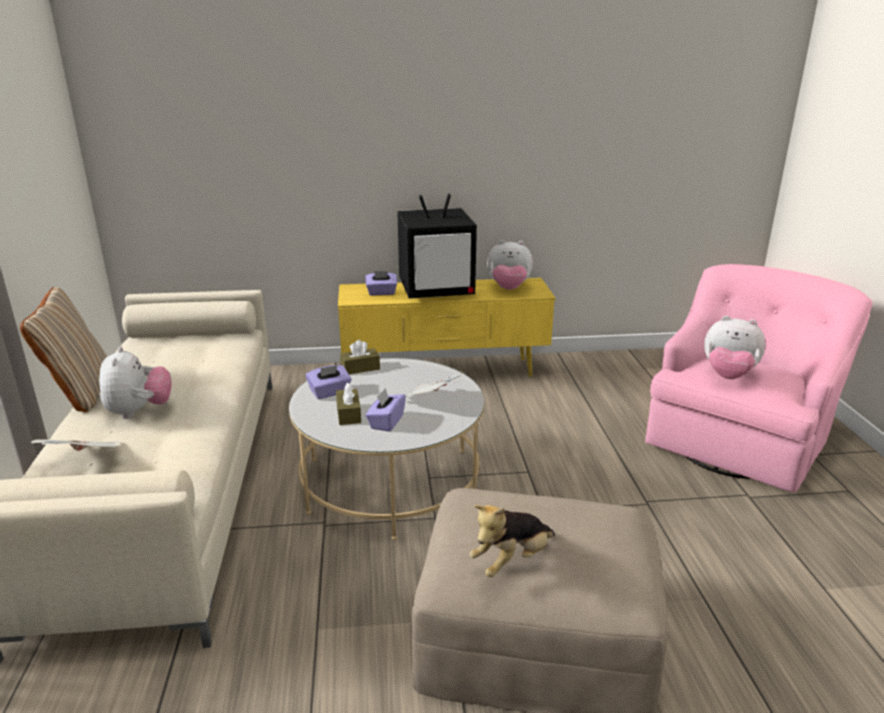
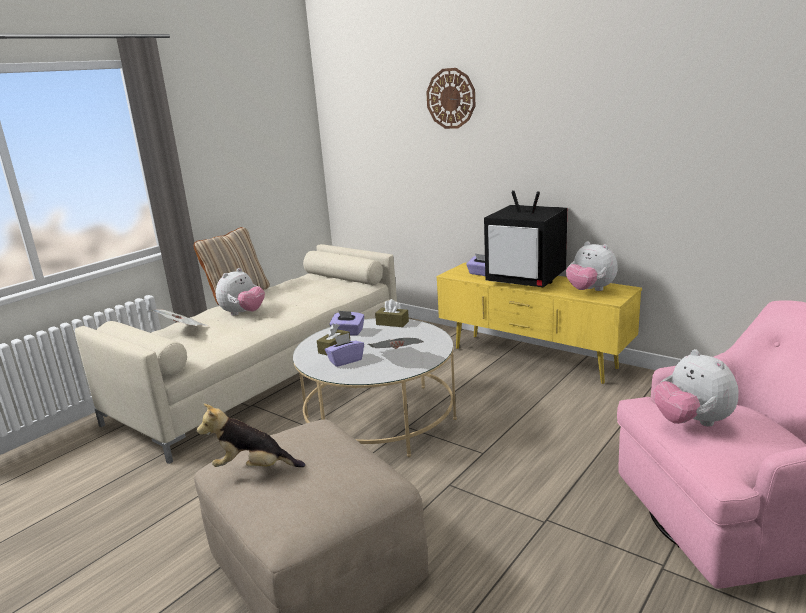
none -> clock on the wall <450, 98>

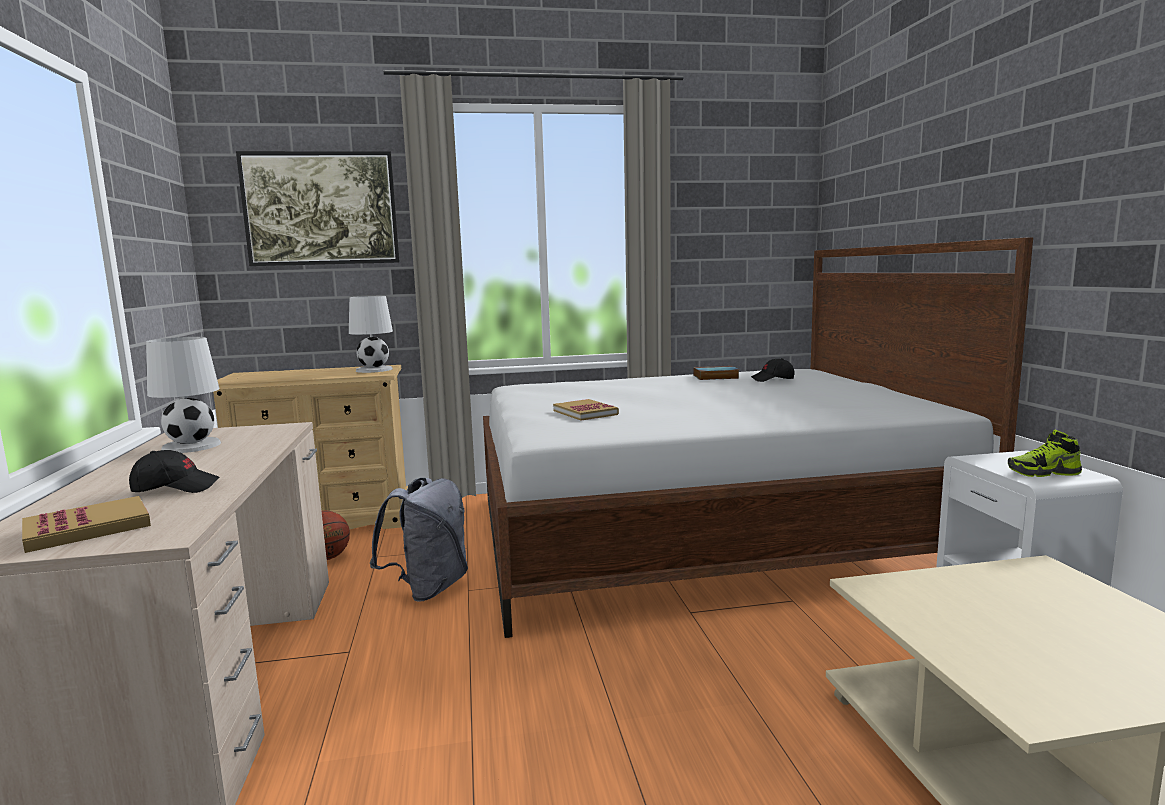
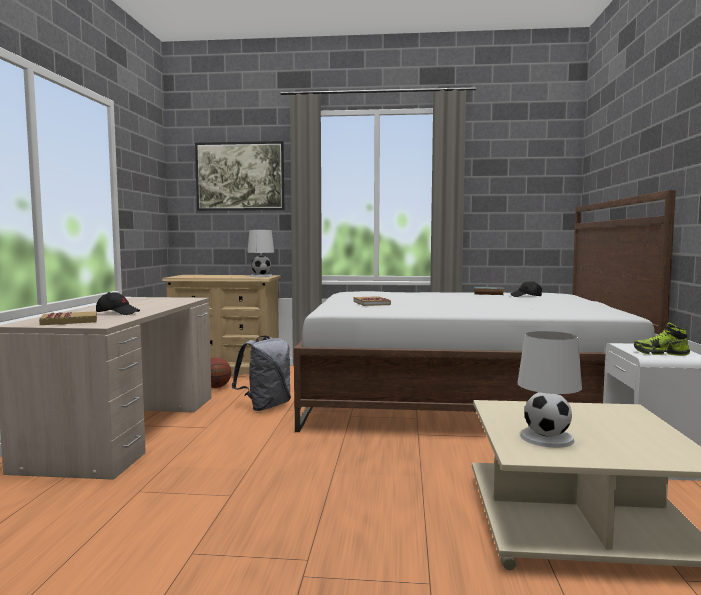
tabletop lamp (white-coloured) <183, 395> -> tabletop lamp (white-coloured) <550, 389>, shifted

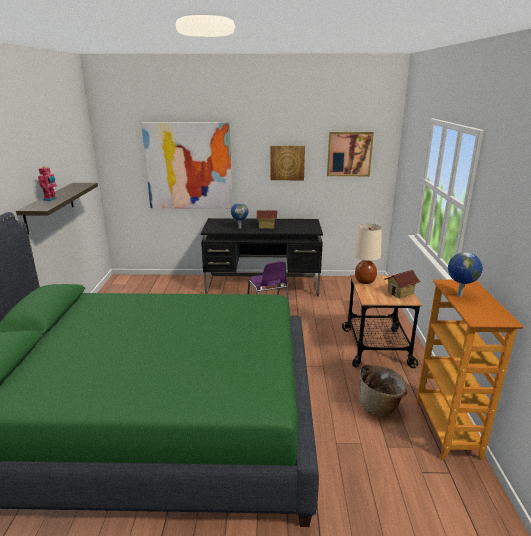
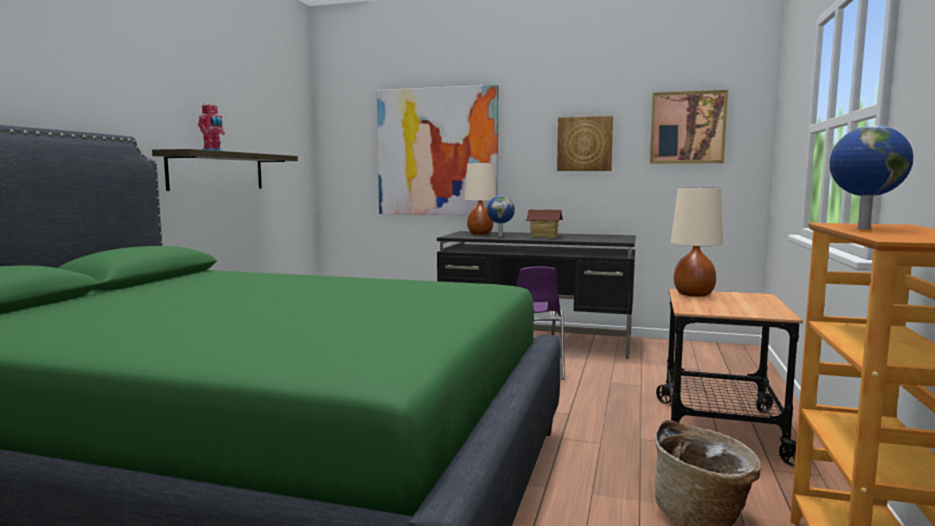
none -> tabletop lamp (sand-coloured) <480, 198>
miniature house <402, 284> -> none

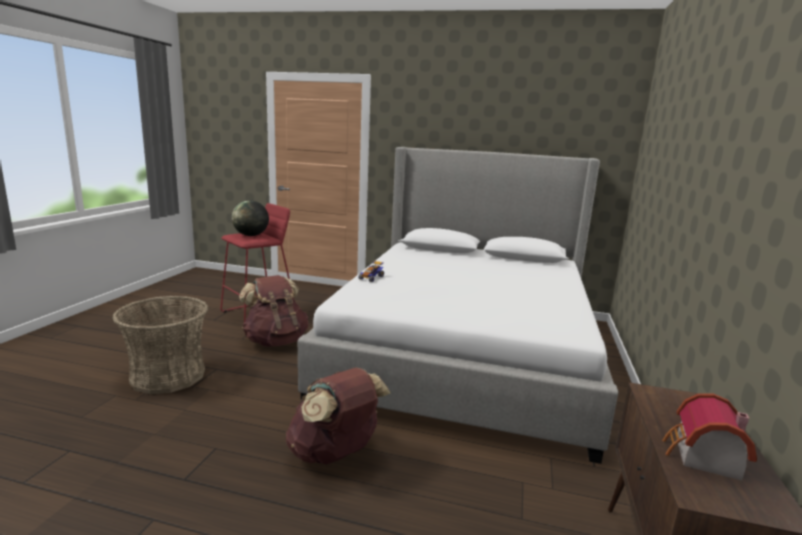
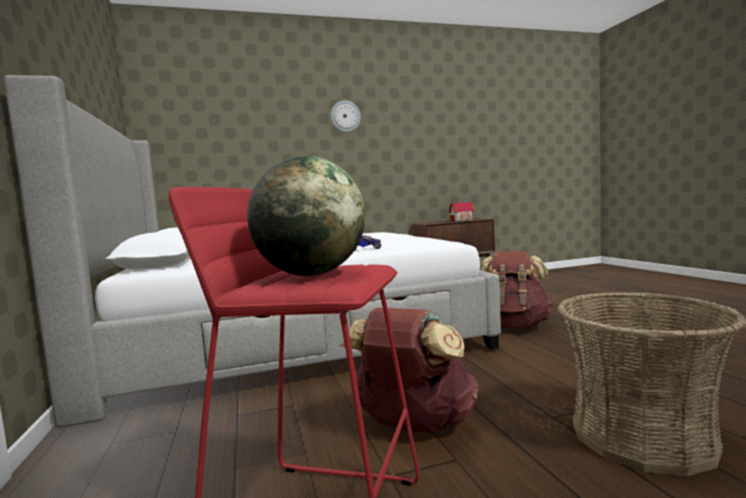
none -> clock on the wall <346, 116>

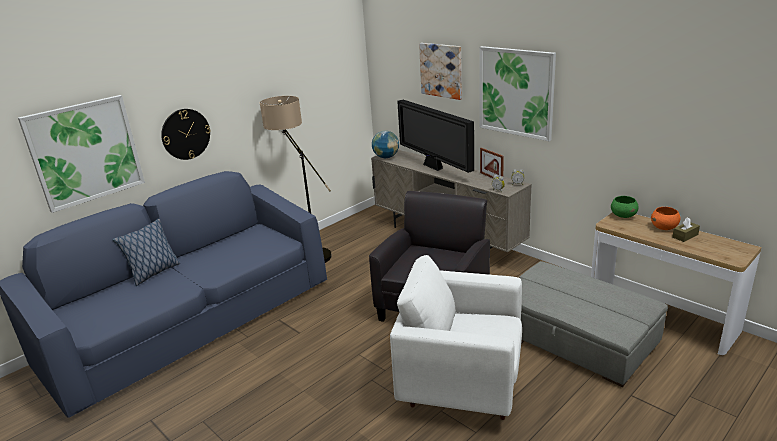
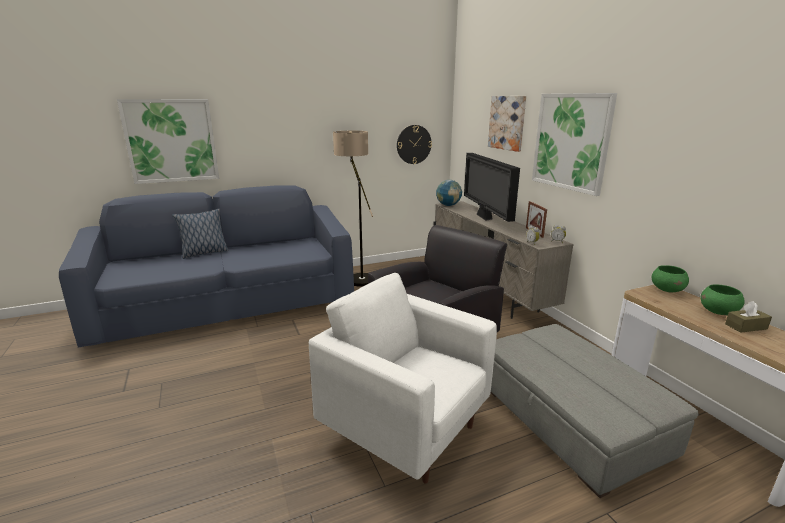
clock on the wall <186, 134> -> clock on the wall <414, 144>, shifted
serving bowl (orange) <666, 218> -> serving bowl (green) <722, 299>

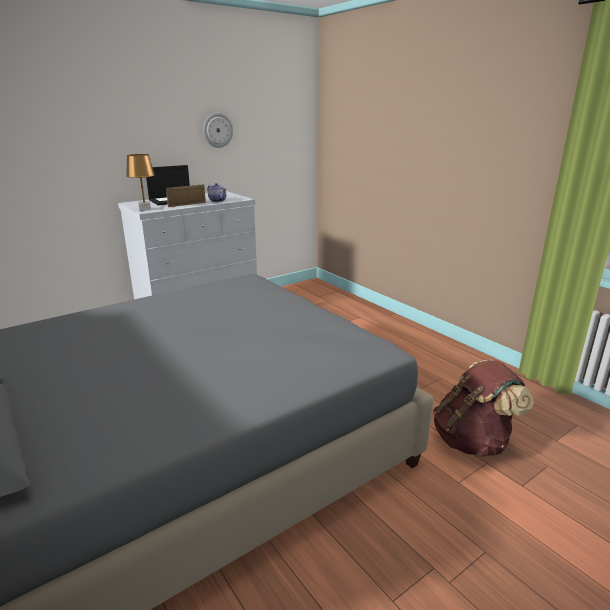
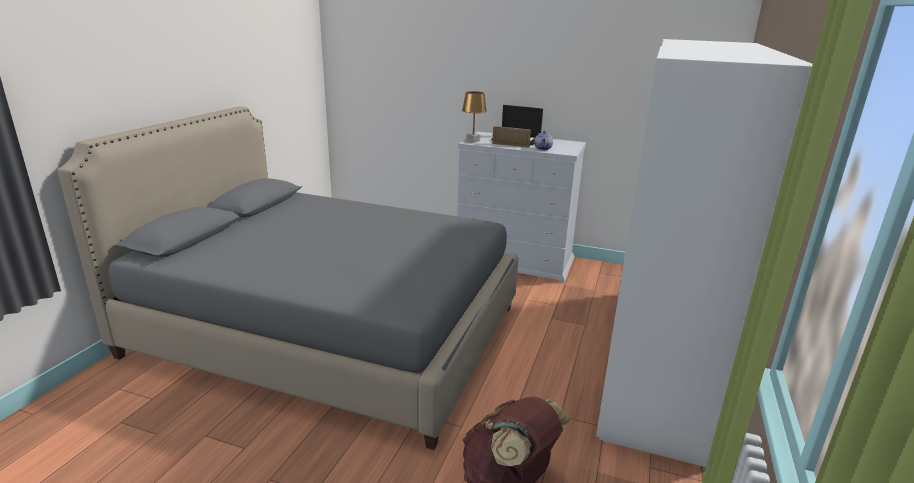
none -> wardrobe (white-coloured) <704, 253>
clock on the wall <218, 130> -> none

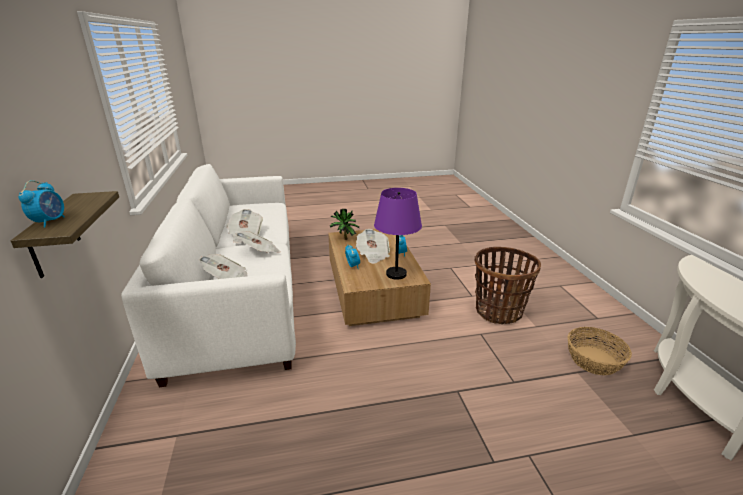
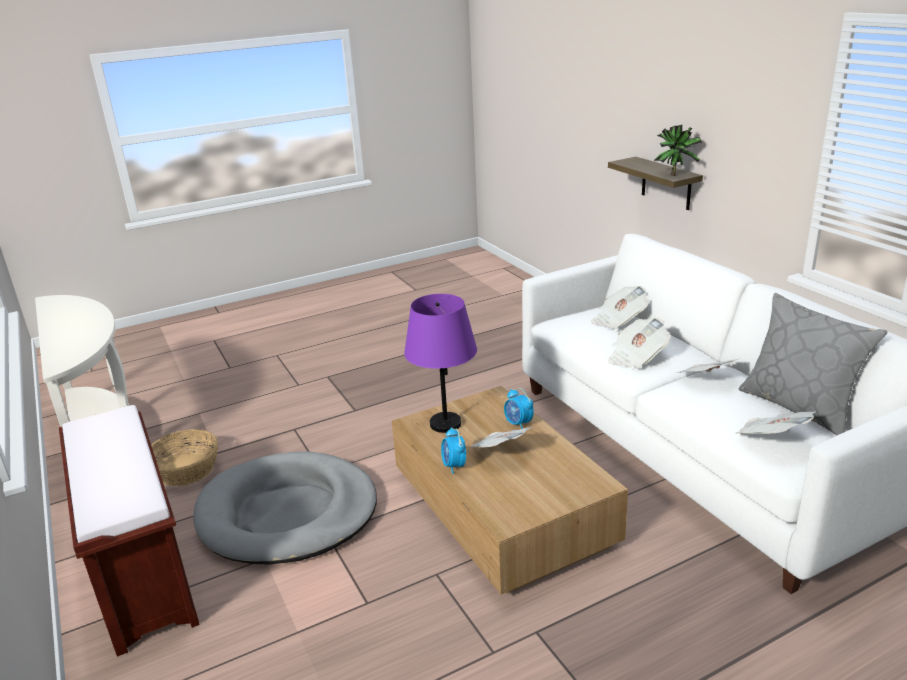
none -> bench (brown-coloured) <129, 531>
storage basket <507, 286> -> pet bed (gray) <285, 508>
potted plant <344, 224> -> potted plant <678, 150>, shifted
none -> printed paper <775, 423>
none -> pillow (gray) <813, 364>
table clock <42, 203> -> none

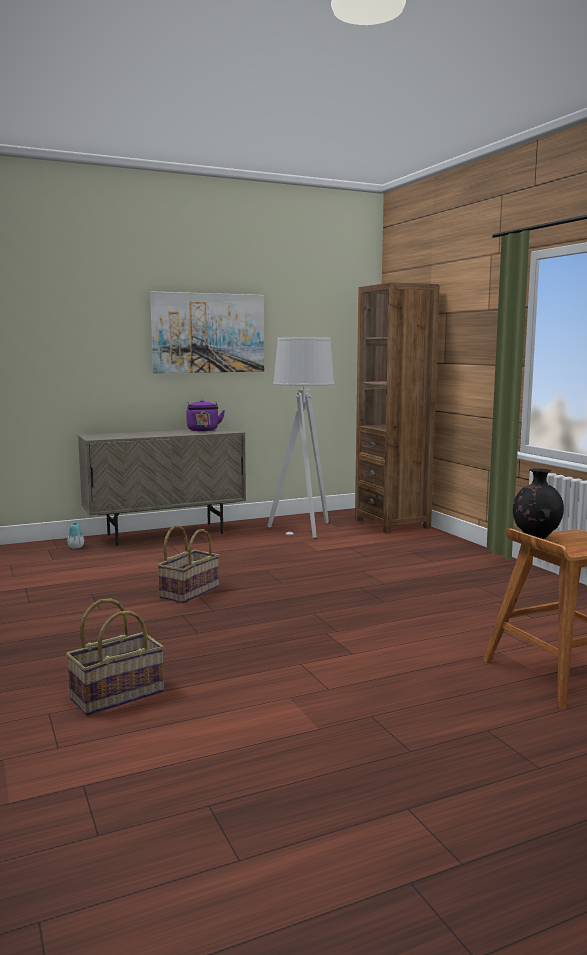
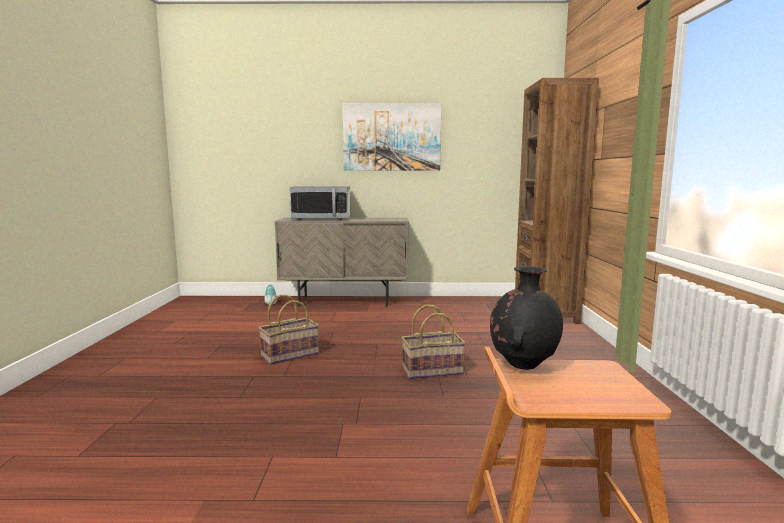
none -> kitchen microwave <319, 203>
storage basket <115, 657> -> storage basket <433, 342>, shifted
kettle (purple-coloured) <205, 415> -> none
standing lamp (gray) <300, 438> -> none

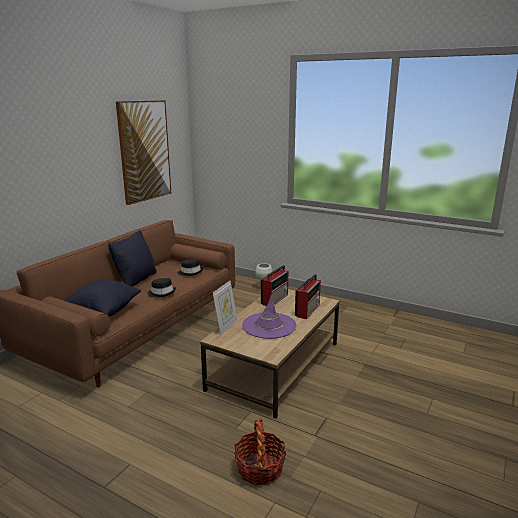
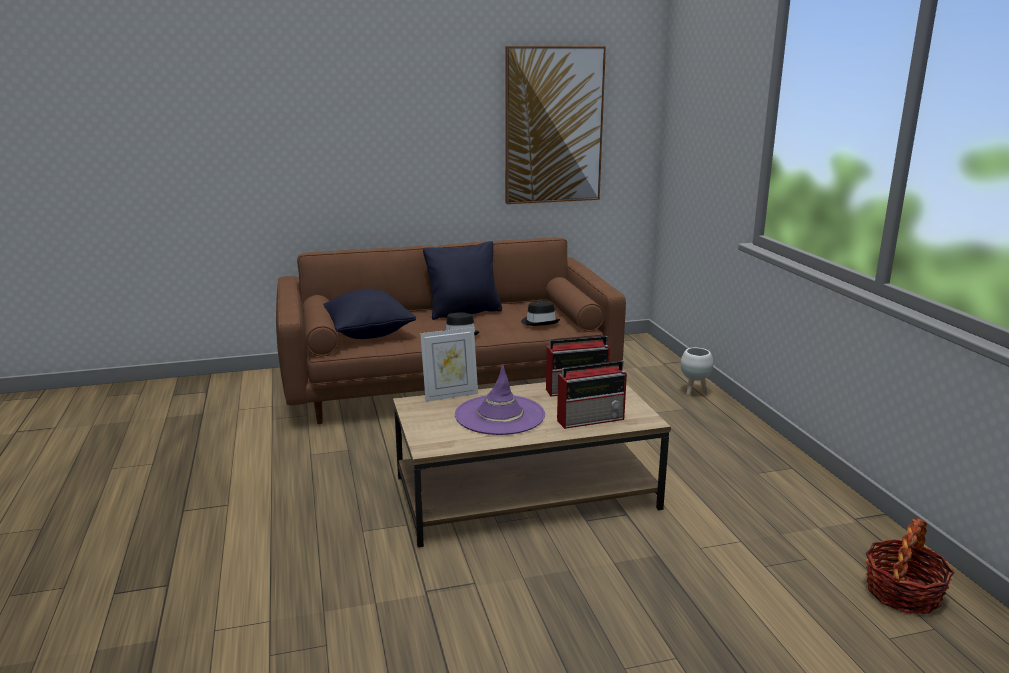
storage basket <260, 452> -> storage basket <910, 566>, shifted

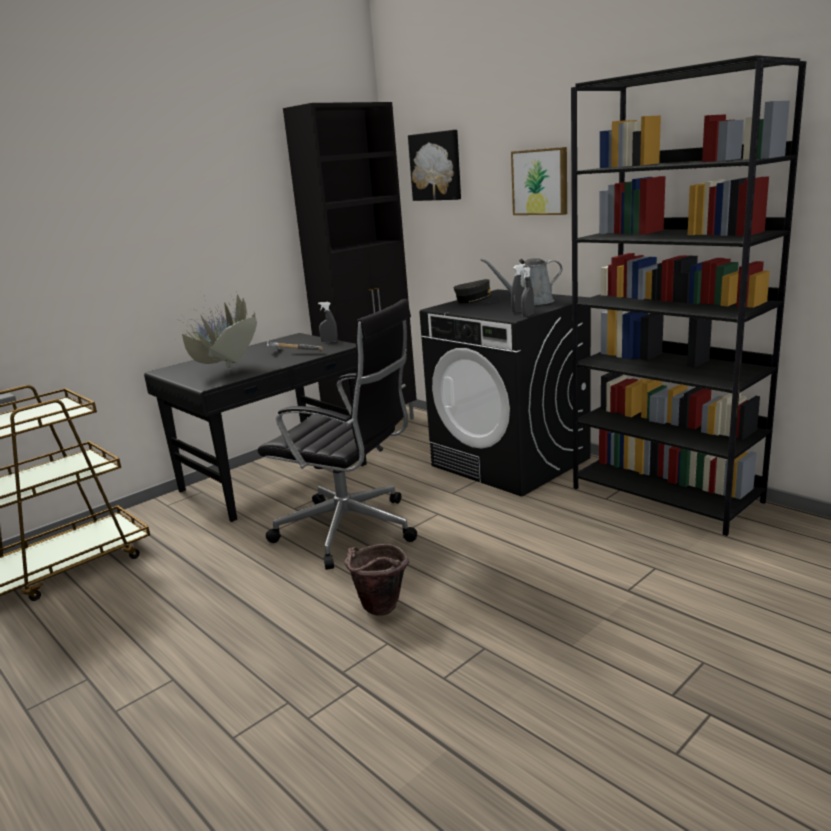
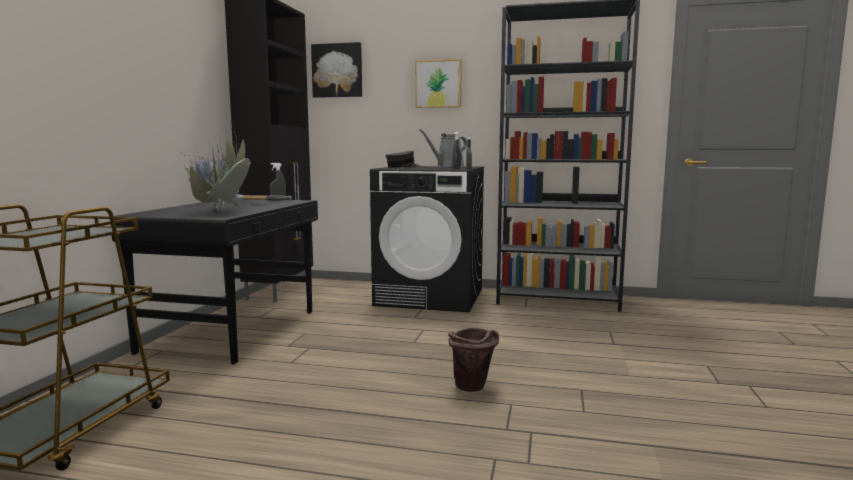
office chair (blackish) <337, 434> -> none

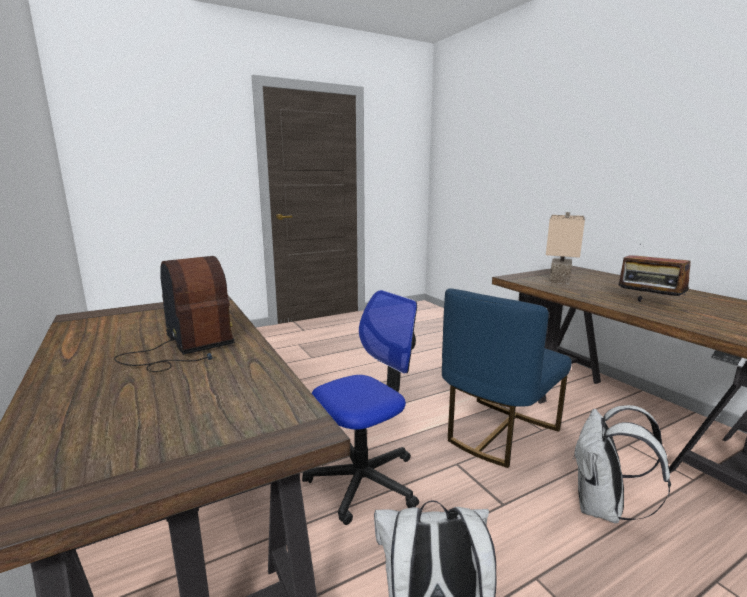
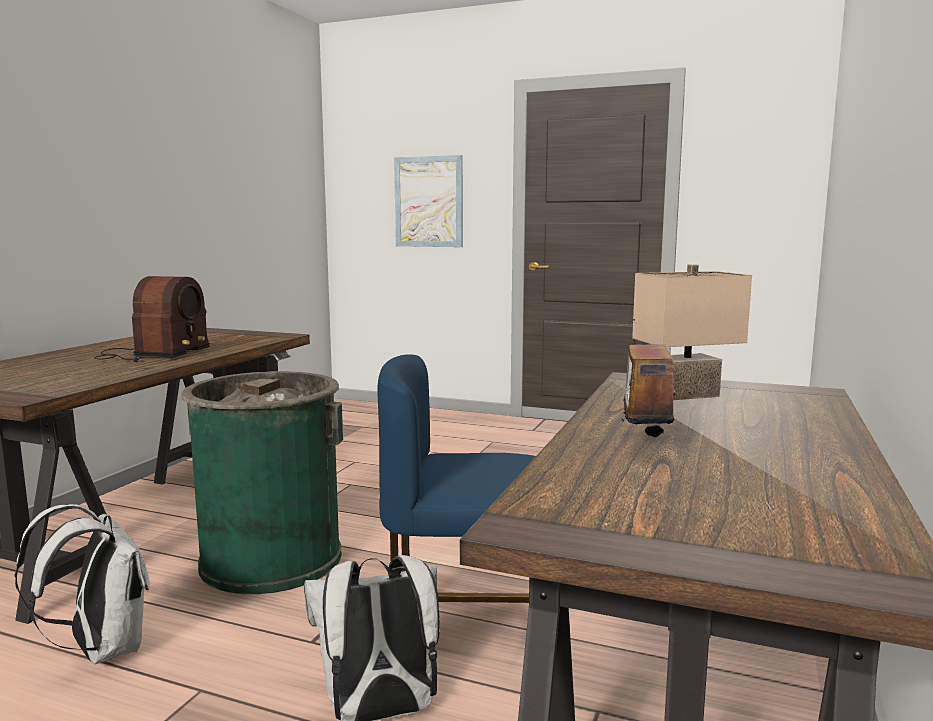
office chair <360, 407> -> trash can (green) <262, 482>
none -> wall picture <428, 201>

